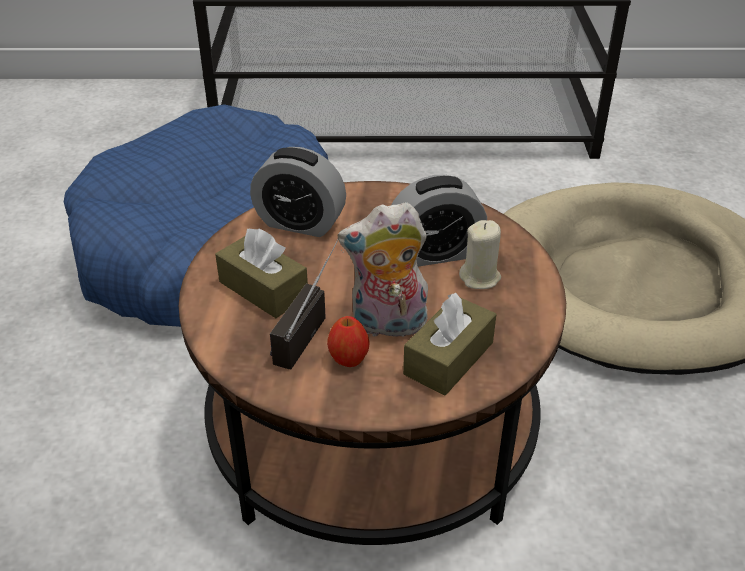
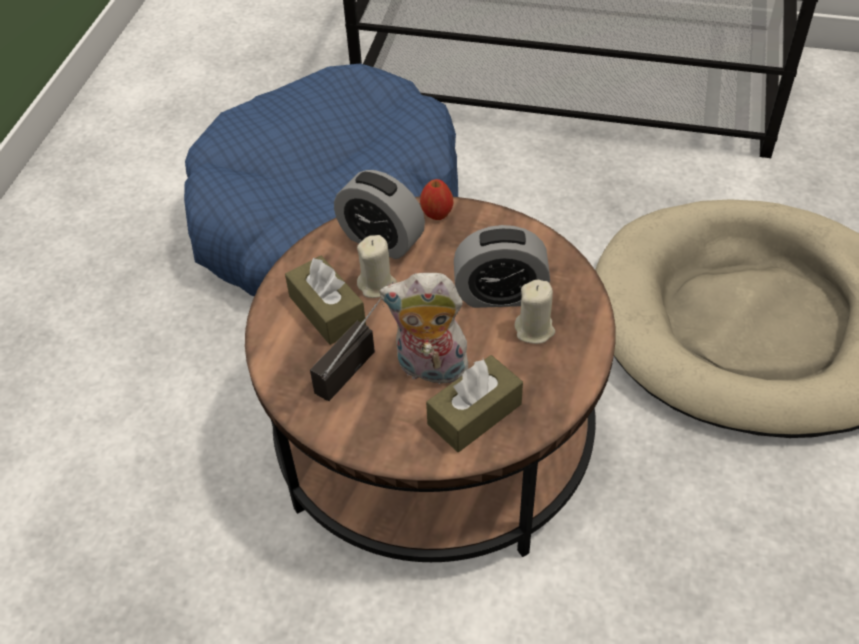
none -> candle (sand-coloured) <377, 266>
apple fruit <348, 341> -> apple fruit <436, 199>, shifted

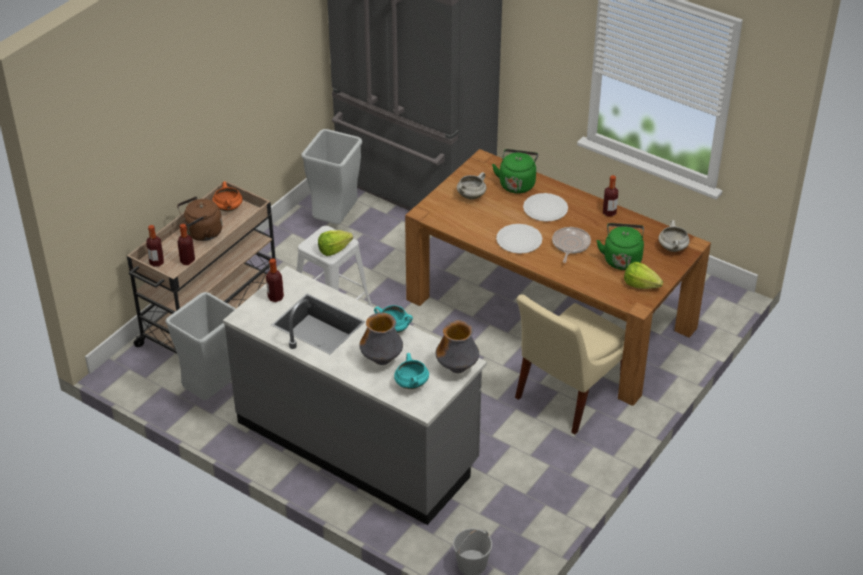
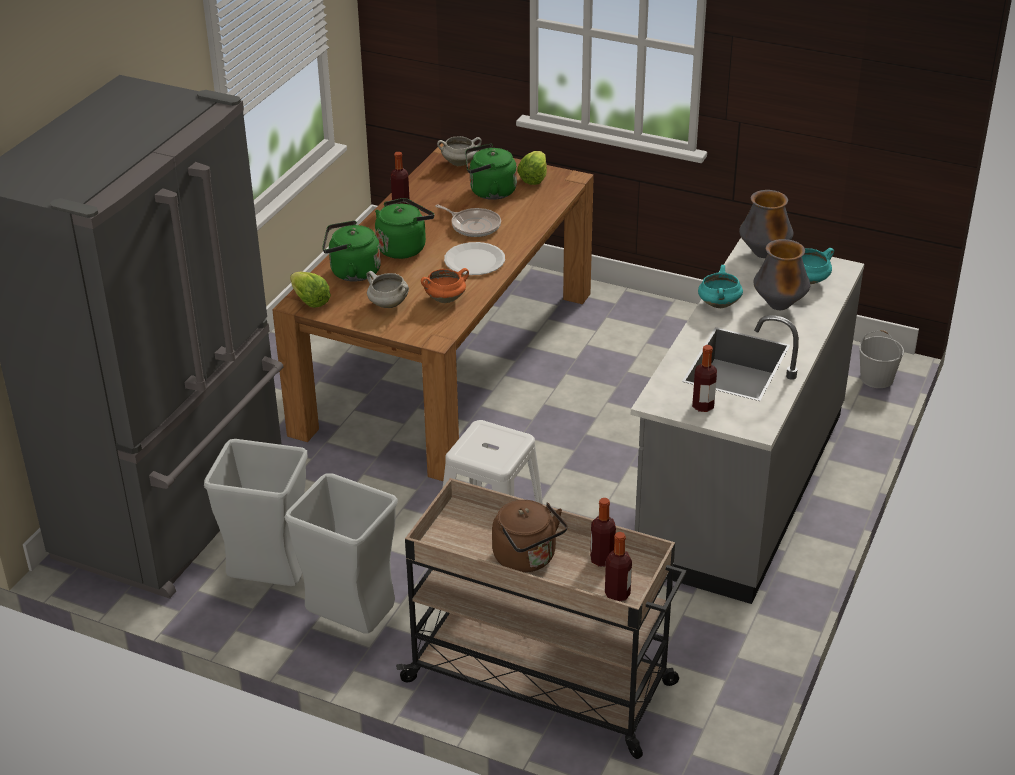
trash can (gray) <200, 346> -> trash can (gray) <341, 553>, shifted
lettuce head <335, 243> -> lettuce head <310, 290>, shifted
flat dish (white-coloured) <545, 207> -> kettle (green) <404, 228>
cooking pot (orange) <227, 197> -> cooking pot (orange) <445, 285>, shifted
pan <571, 245> -> pan <468, 220>, 150 degrees counterclockwise
plain chair (sand-coloured) <570, 364> -> none

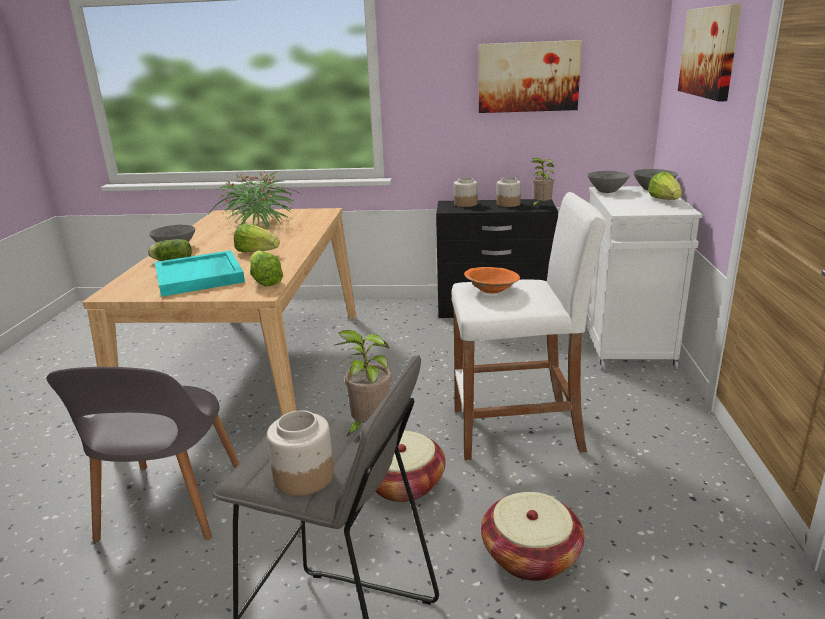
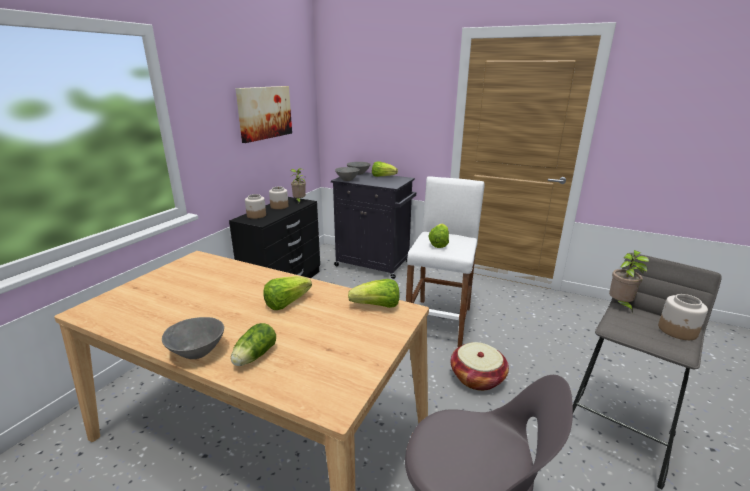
cabinet (white-coloured) <644, 278> -> cabinet (blackish) <373, 225>
serving bowl (orange) <492, 280> -> lettuce head <438, 236>
serving tray (turquoise-coloured) <200, 273> -> none
potted plant <251, 200> -> none
storage basket <532, 536> -> none
wall picture <710, 53> -> none

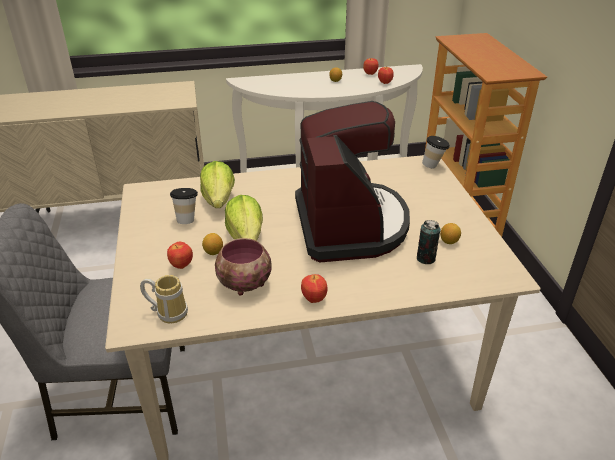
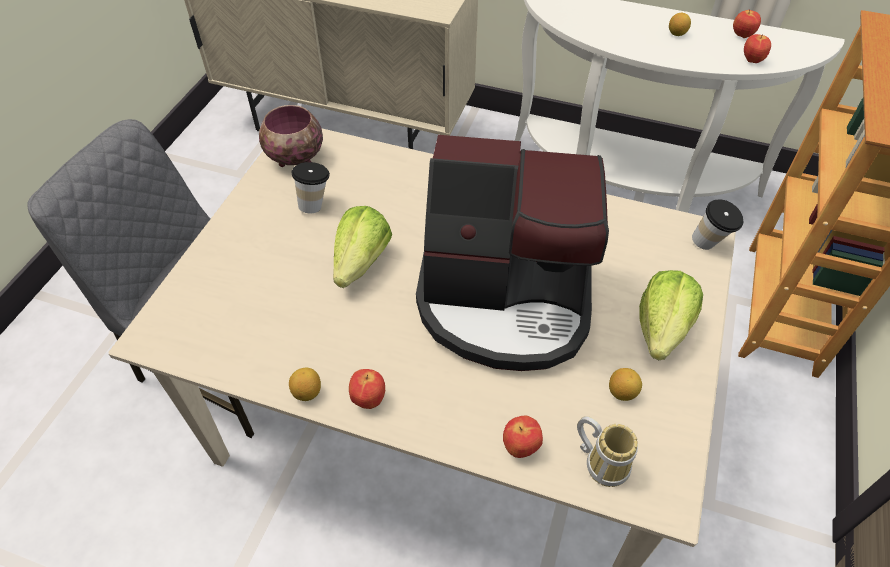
serving bowl <243, 267> -> serving bowl <291, 136>, shifted
lemon <212, 244> -> lemon <305, 384>, shifted
coffee brewer <352, 182> -> coffee brewer <512, 253>, 75 degrees clockwise
apple fruit <180, 255> -> apple fruit <523, 437>, shifted
mug <164, 299> -> mug <607, 451>, shifted
lettuce head <217, 184> -> lettuce head <671, 315>, shifted
can <428, 242> -> none

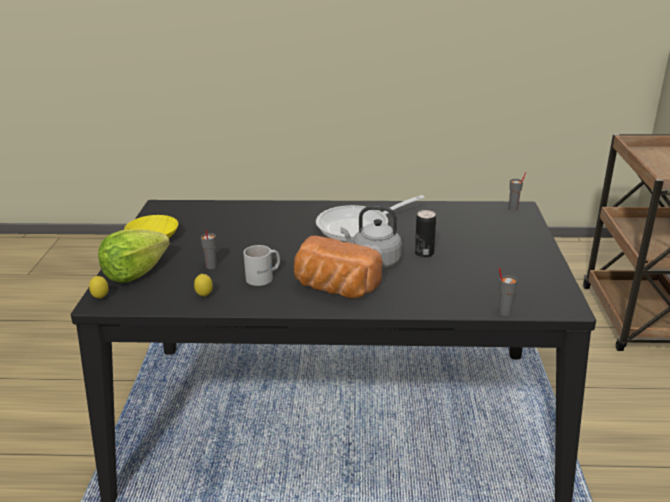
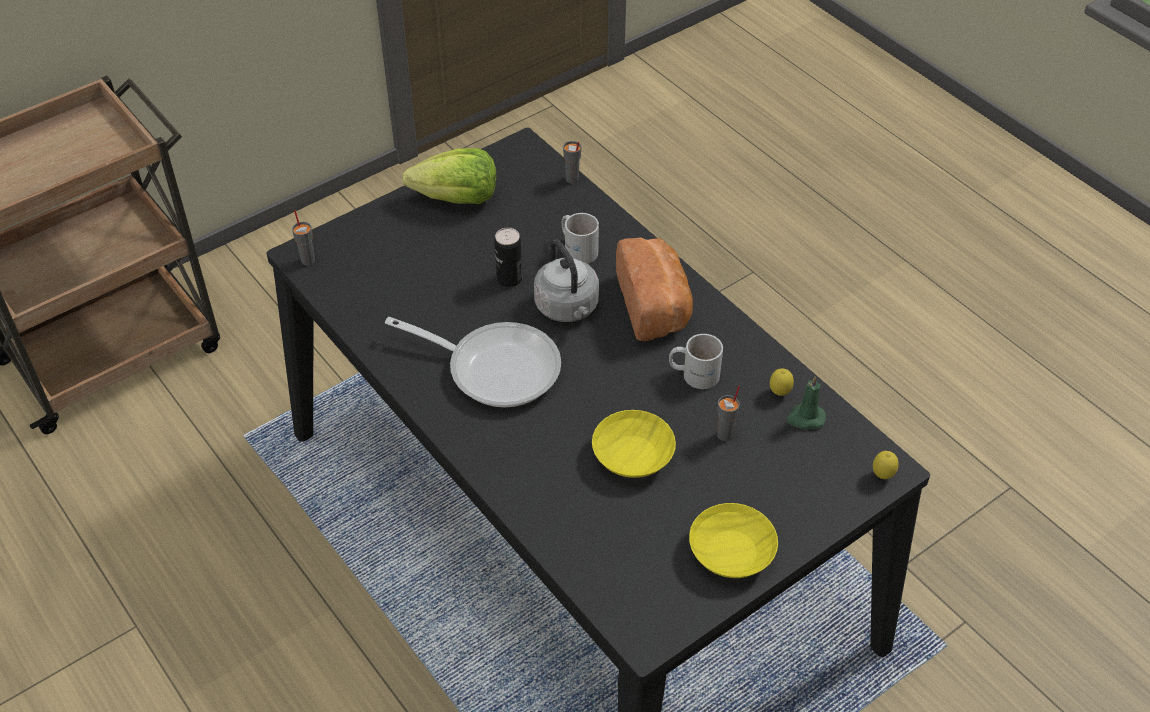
lettuce head <134, 256> -> lettuce head <450, 176>, shifted
none -> mug (white-coloured) <580, 238>
none -> serving bowl (yellowish) <634, 444>
none -> candle (green) <806, 402>

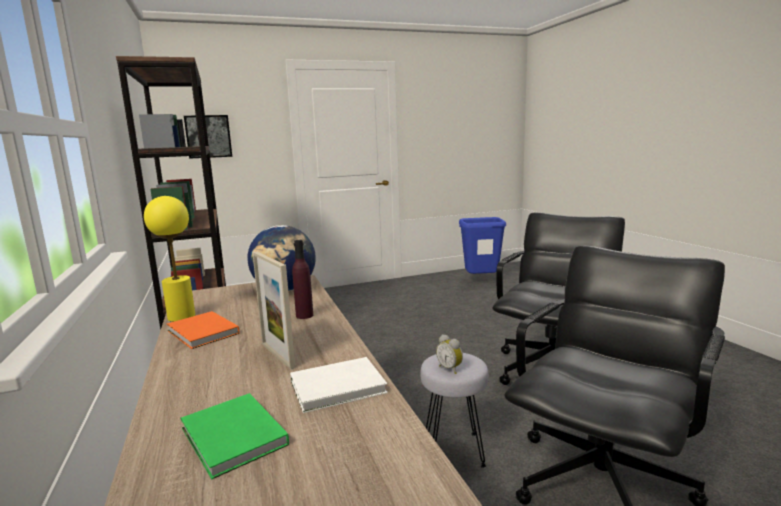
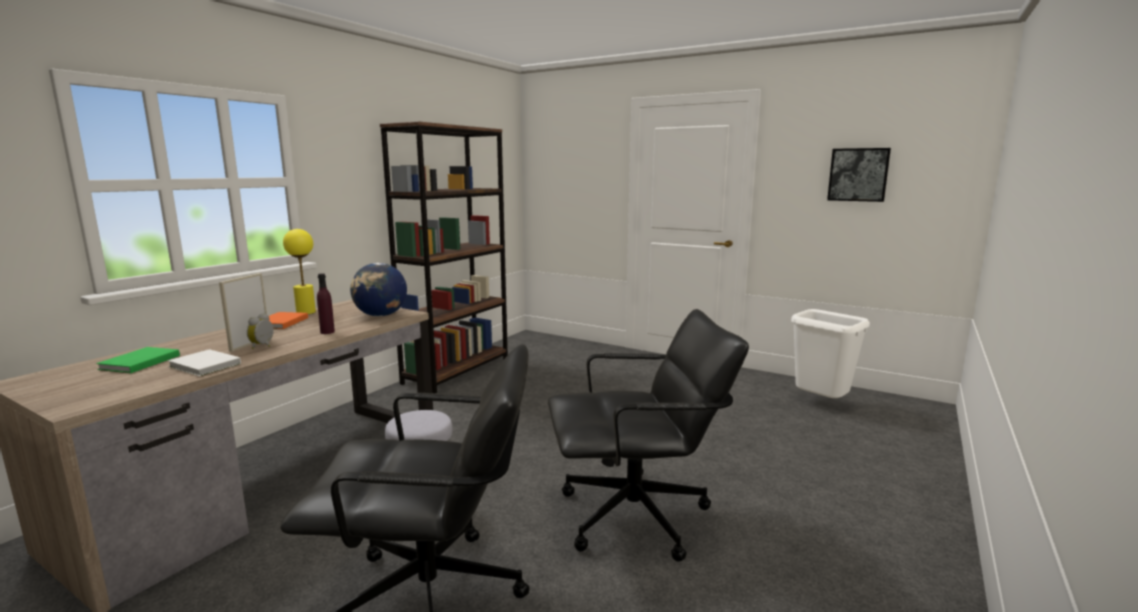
table clock <449, 354> -> table clock <260, 331>, shifted
trash can (bluish) <482, 245> -> trash can (white-coloured) <830, 353>
wall picture <208, 137> -> wall picture <859, 175>, shifted

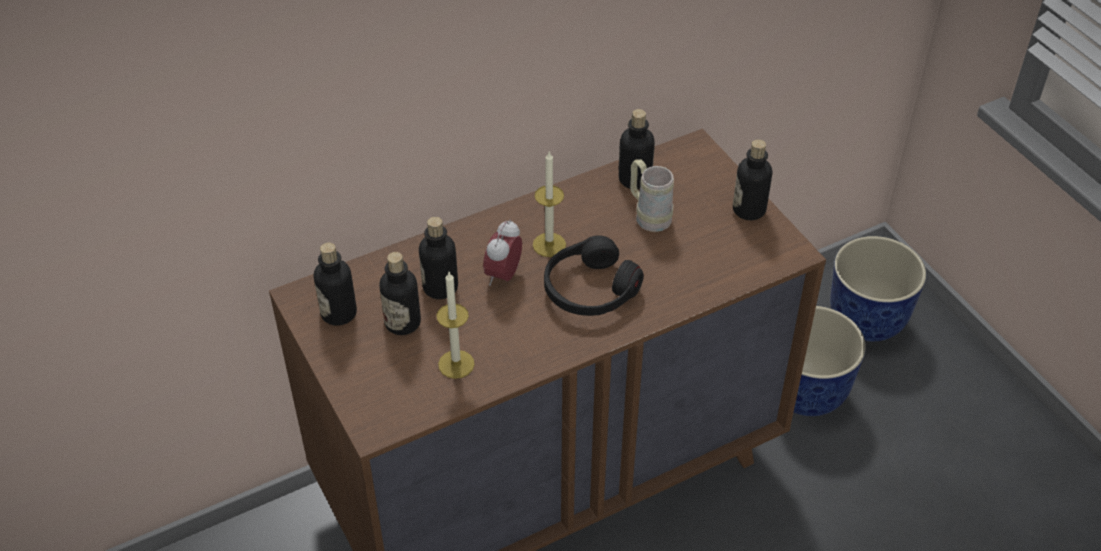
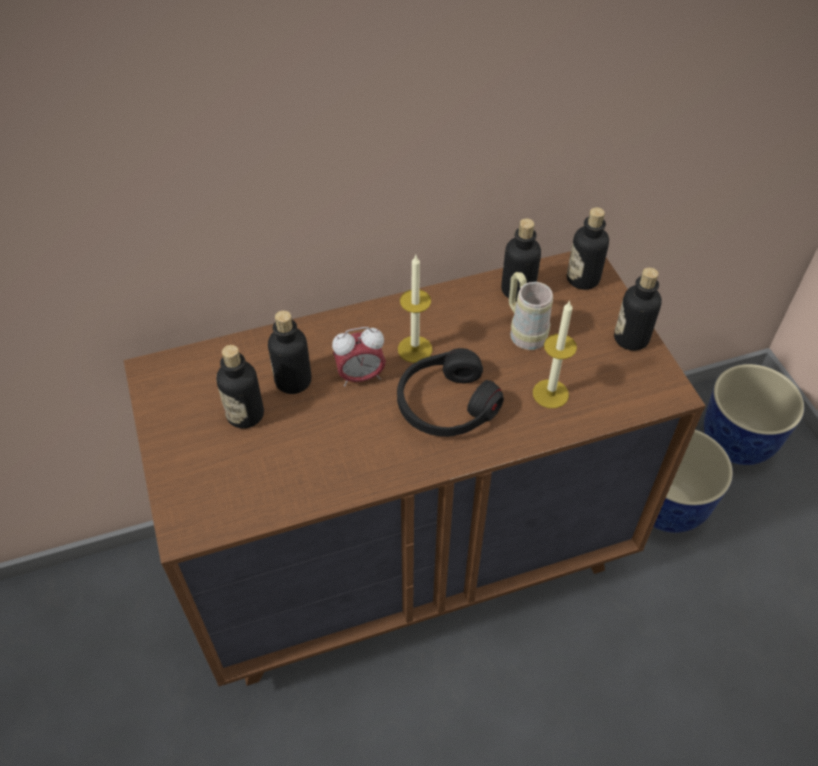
table clock <502, 252> -> table clock <359, 356>, 135 degrees counterclockwise
candle <456, 325> -> candle <555, 354>, shifted
beverage bottle <335, 284> -> beverage bottle <588, 248>, shifted

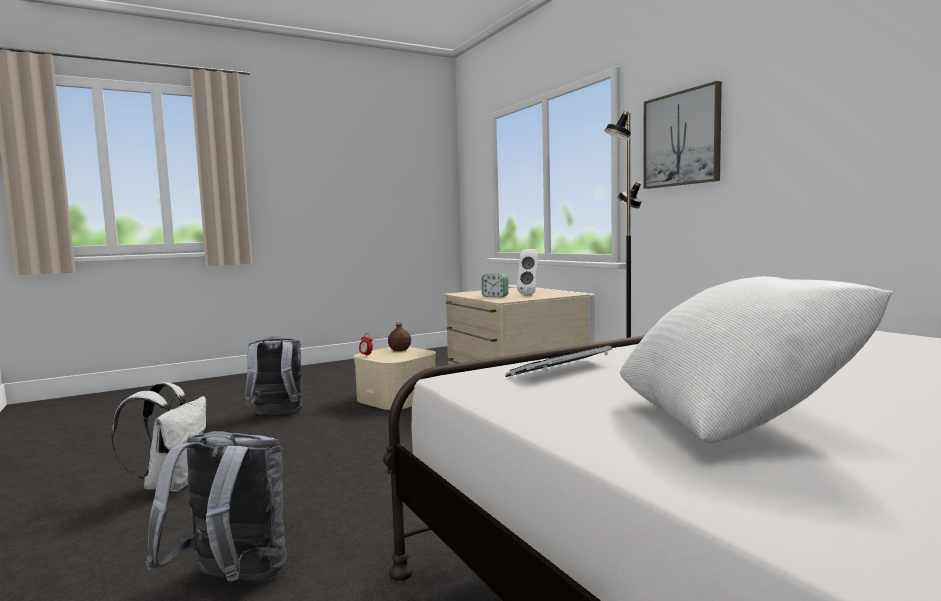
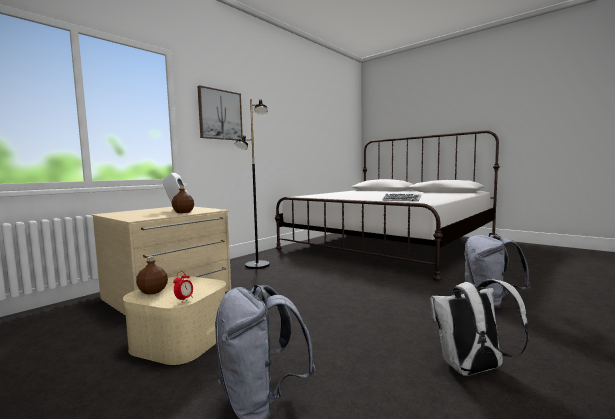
table clock <495, 285> -> beverage bottle (brown-coloured) <183, 199>
pillow (white-coloured) <757, 359> -> none

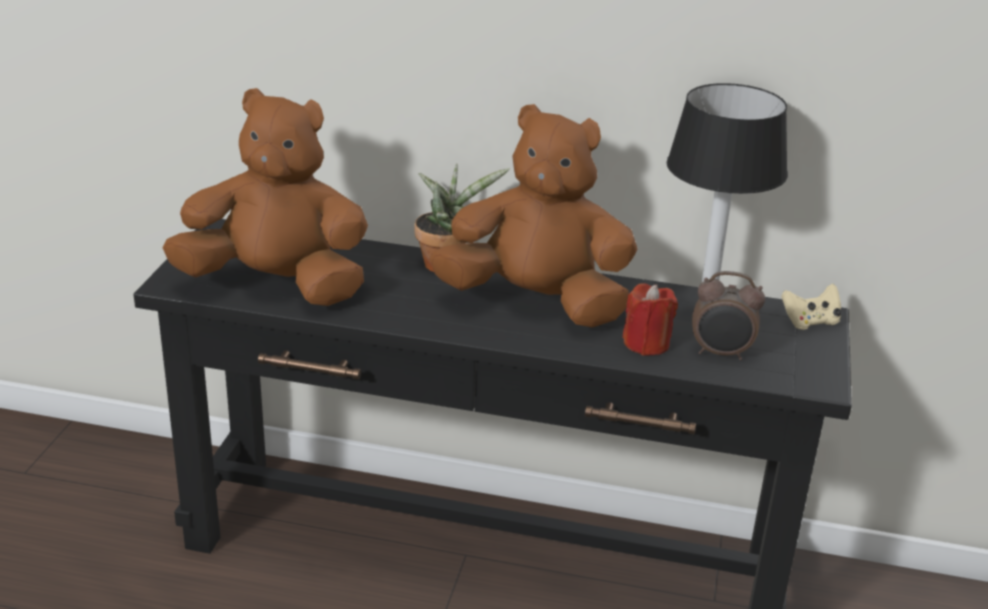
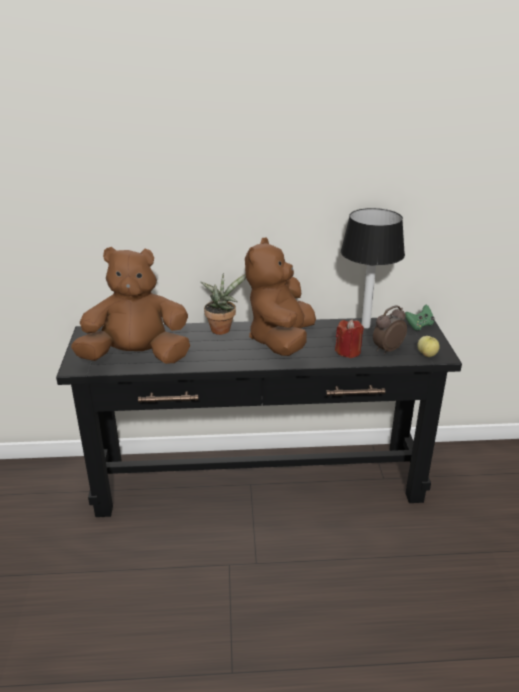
soft toy (brown-coloured) <534, 215> -> soft toy (brown-coloured) <280, 296>, 75 degrees counterclockwise
table clock <728, 315> -> table clock <390, 329>, 150 degrees clockwise
game controller (sand-coloured) <811, 306> -> game controller (green) <420, 317>
none -> apple fruit <428, 346>

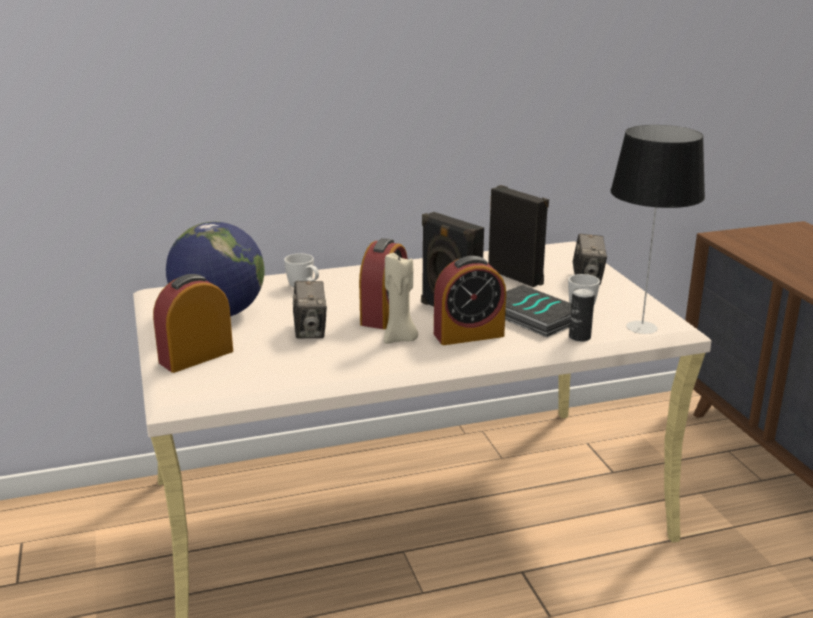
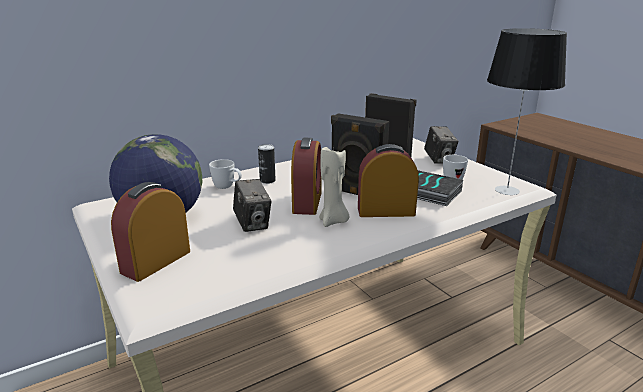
can <582, 314> -> can <267, 164>, shifted
table clock <470, 300> -> table clock <388, 180>, 150 degrees counterclockwise

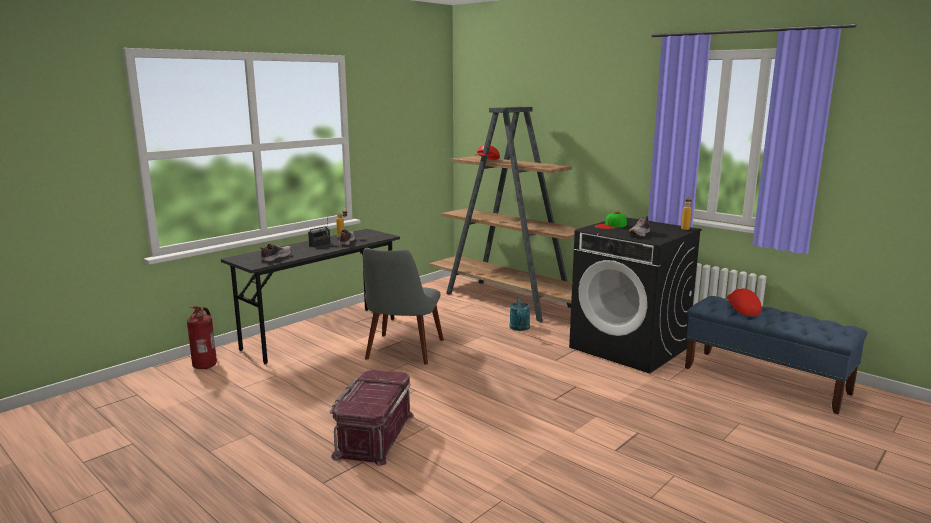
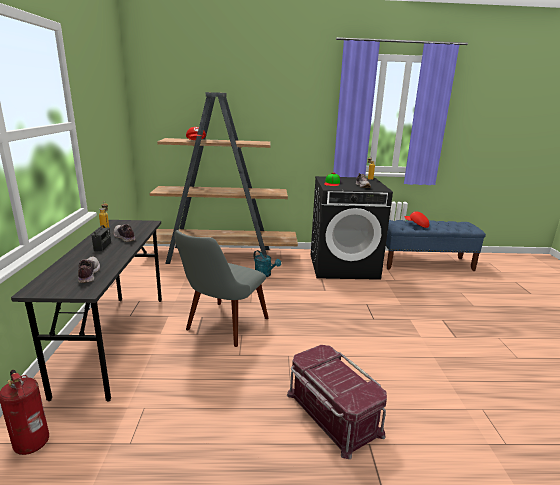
plain chair (gray) <403, 306> -> plain chair (gray) <221, 288>, 60 degrees clockwise

